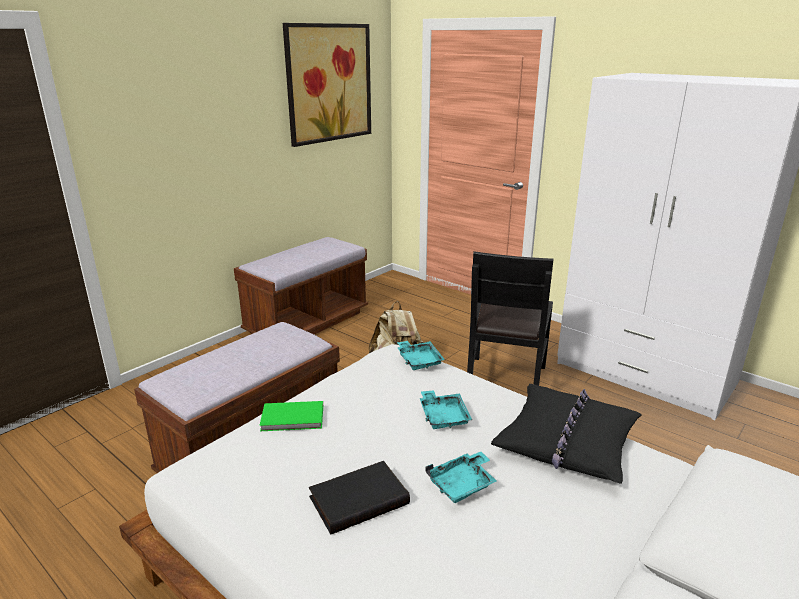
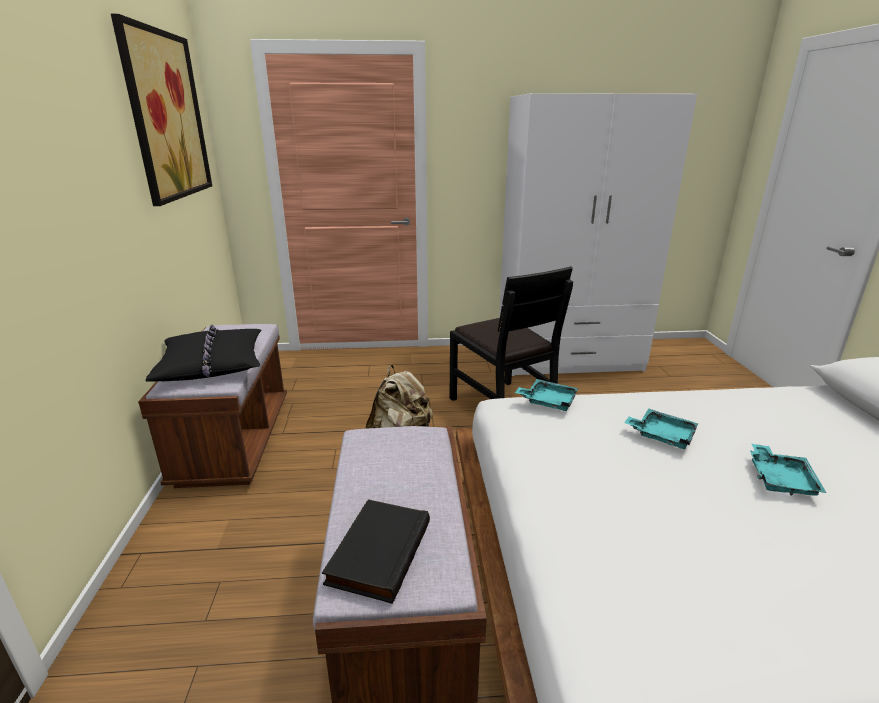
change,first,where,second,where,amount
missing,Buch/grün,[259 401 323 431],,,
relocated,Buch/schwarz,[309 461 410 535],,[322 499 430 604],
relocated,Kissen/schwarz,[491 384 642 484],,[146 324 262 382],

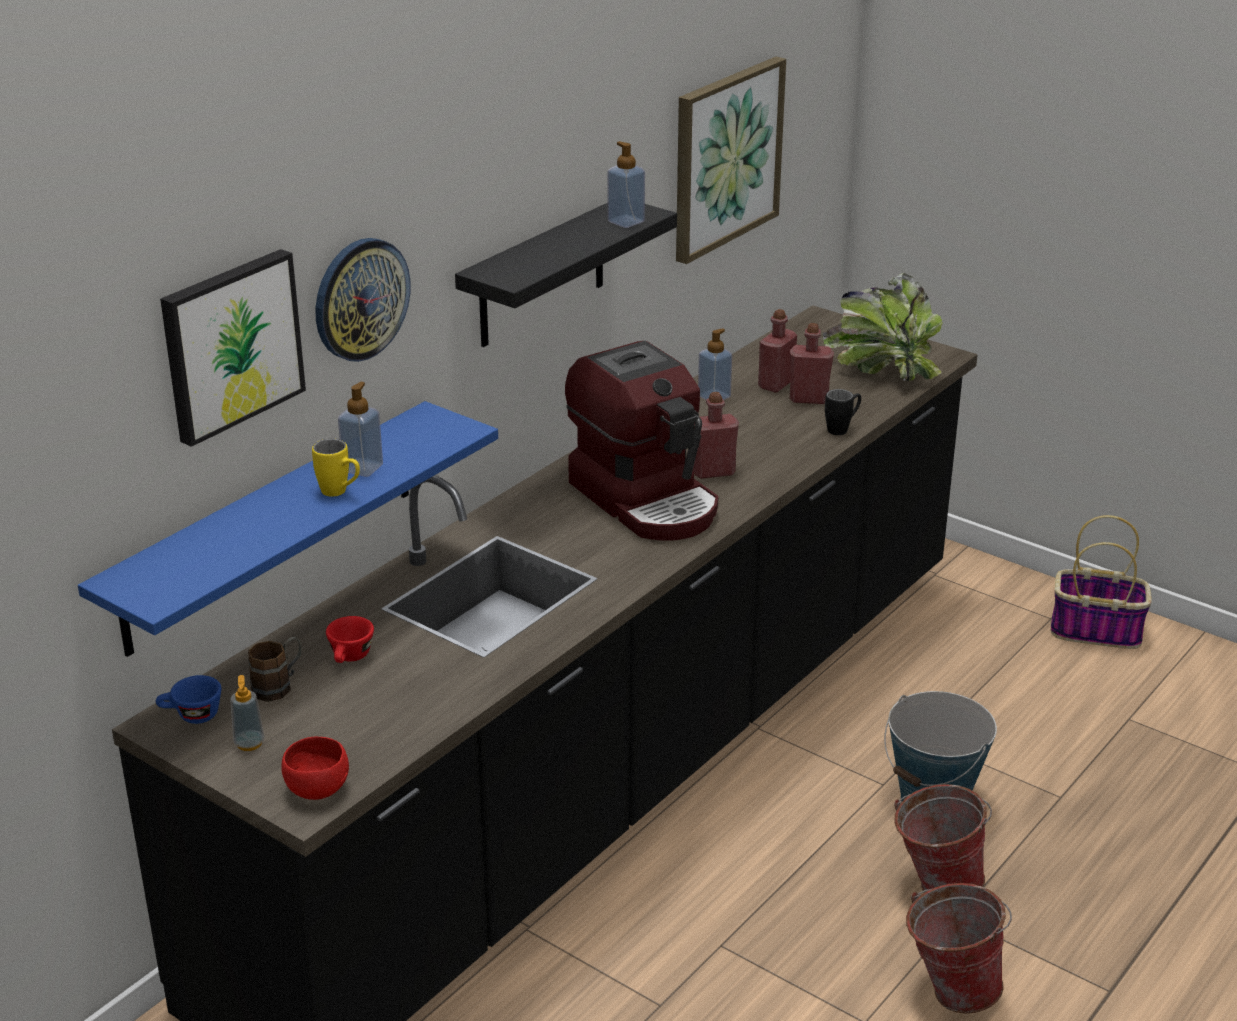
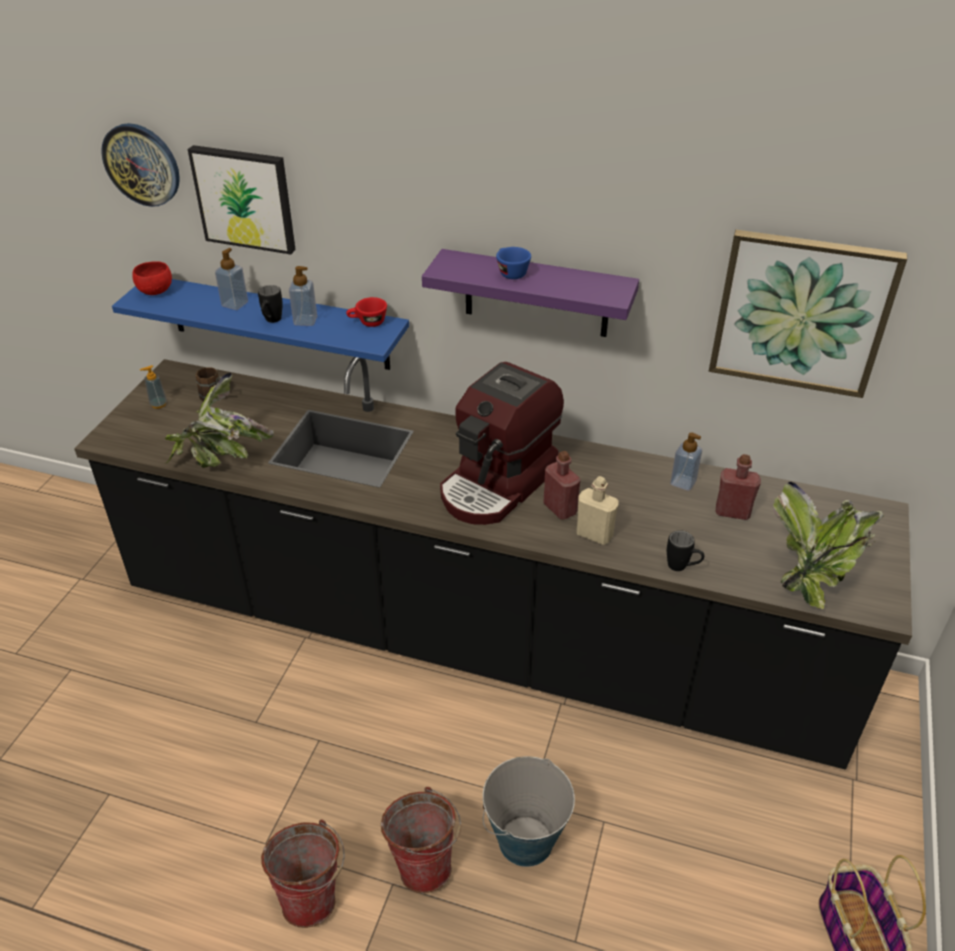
change,first,where,second,where,amount
missing,Flasche/rot,[790 323 834 404],,,
appeared,,,Topfpflanze,[165 373 274 468],
appeared,,,Flasche/beige,[576 476 619 545],
relocated,Tasse/blau,[156 675 221 724],,[496 247 531 279],
relocated,Schüssel/rot,[281 737 349 800],,[132 261 172 295],
relocated,Wanduhr,[316 238 411 362],,[101 123 180 207],
relocated,Tasse/rot,[326 616 374 663],,[346 297 387 327],
relocated,Seifenspender,[608 141 645 228],,[215 248 248 310],
colour,Henkelbecher/gelb,[312 439 360 497],Henkelbecher/schwarz,[258 285 283 323],
colour,Wandregal/schwarz,[455 203 677 347],Wandregal/lila,[422 249 639 337],

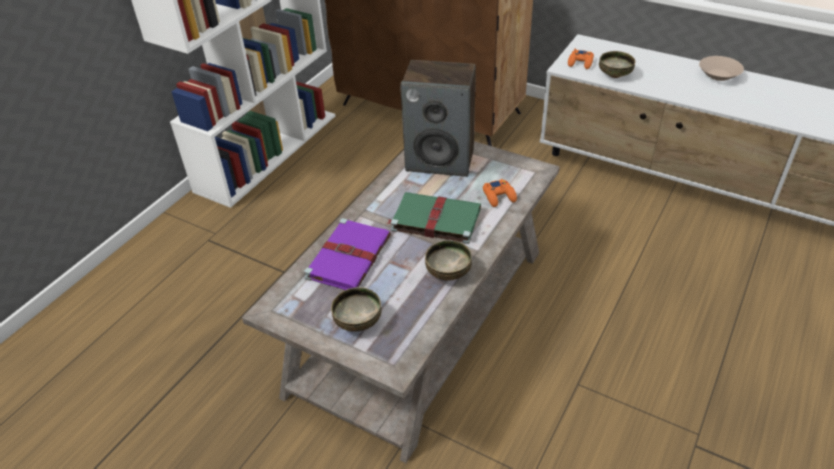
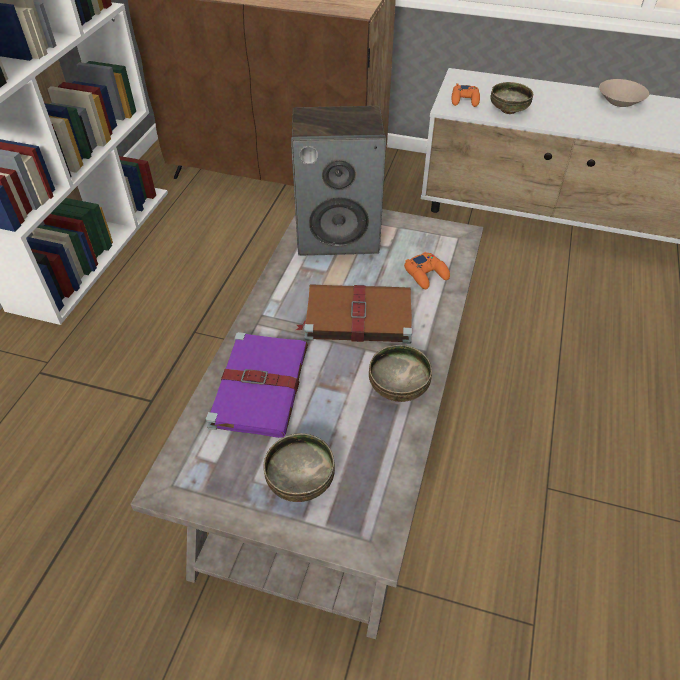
change,first,where,second,where,amount
colour,Buch/grün,[388 192 481 244],Buch/braun,[296 284 412 344],

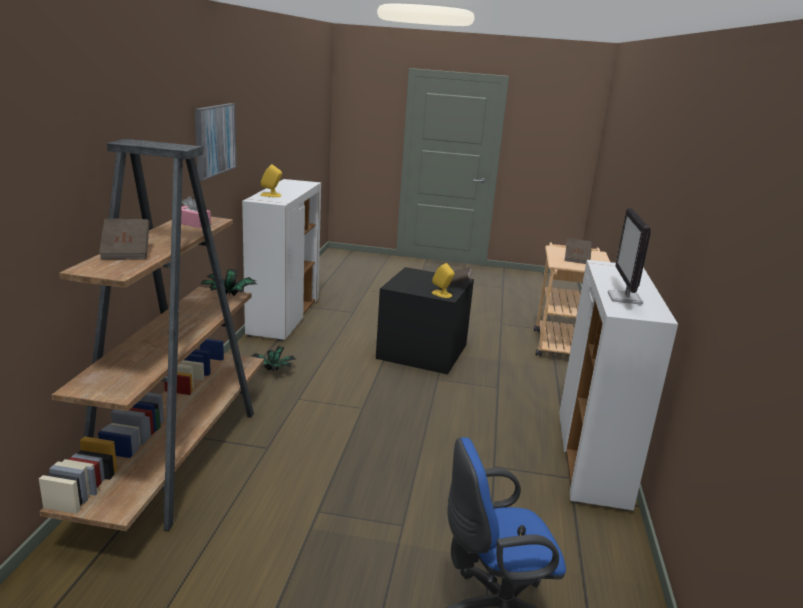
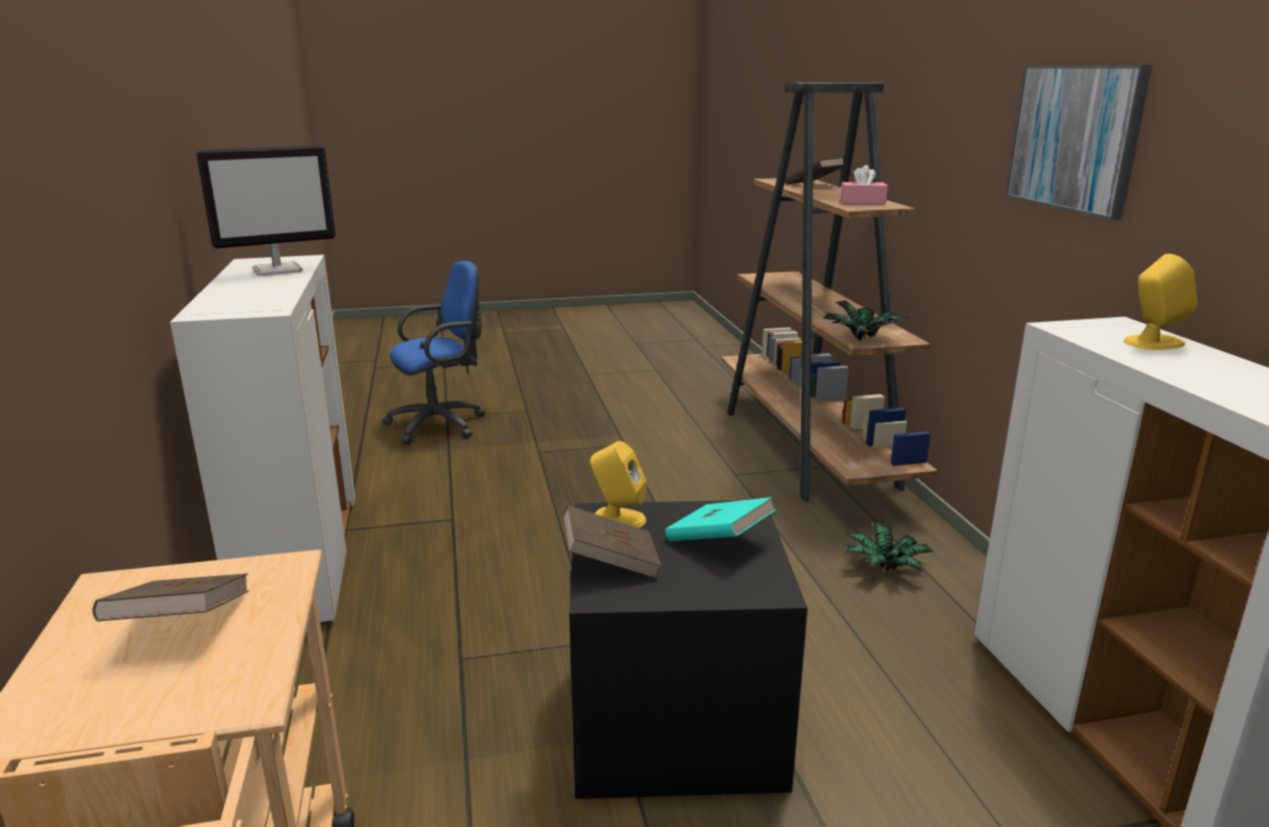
change,first,where,second,where,amount
appeared,,,Buch/türkis,[665 497 776 541],
spun,Monitor,[608 208 651 305],,[196 145 336 276],75 degrees clockwise

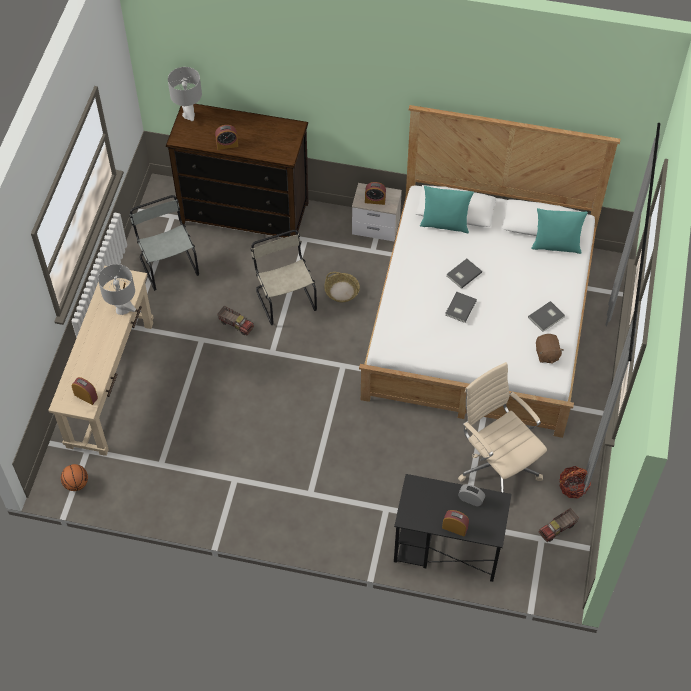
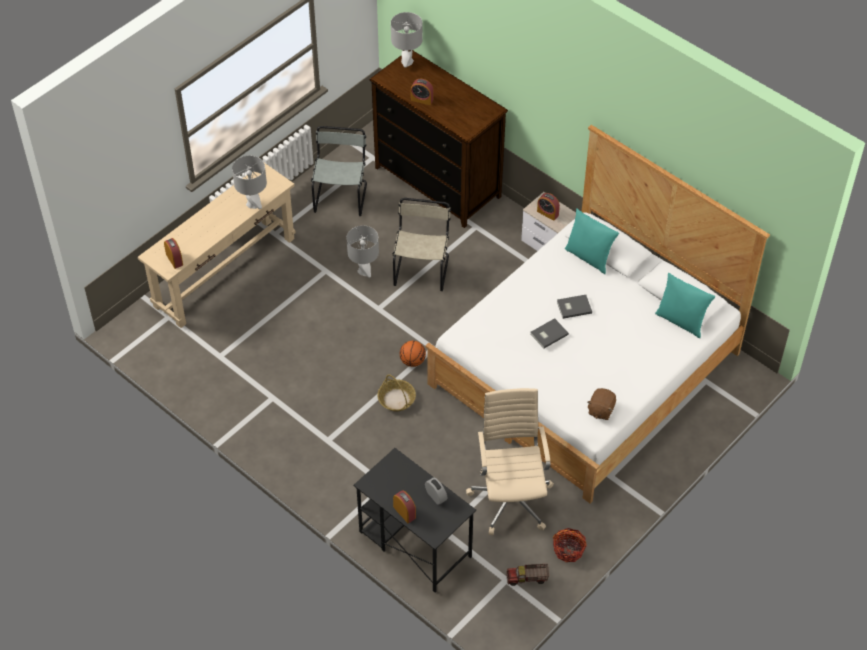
change,first,where,second,where,amount
missing,Buch/grau,[528 301 565 332],,,
relocated,Basketball,[61 464 88 491],,[400 341 426 367],
relocated,Korb,[324 272 360 302],,[377 374 416 411],
exchanged,Spielzeuglaster,[217 306 254 335],Tischlampe/grau,[347 226 379 278],

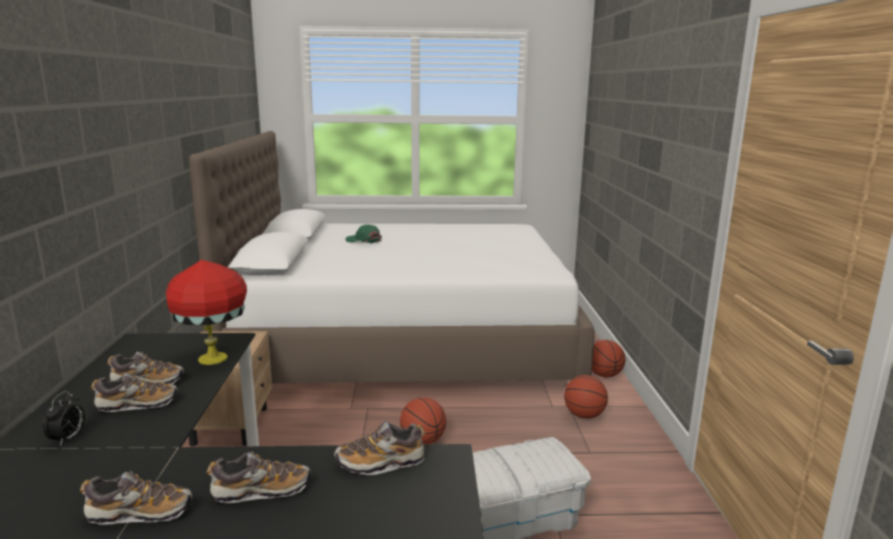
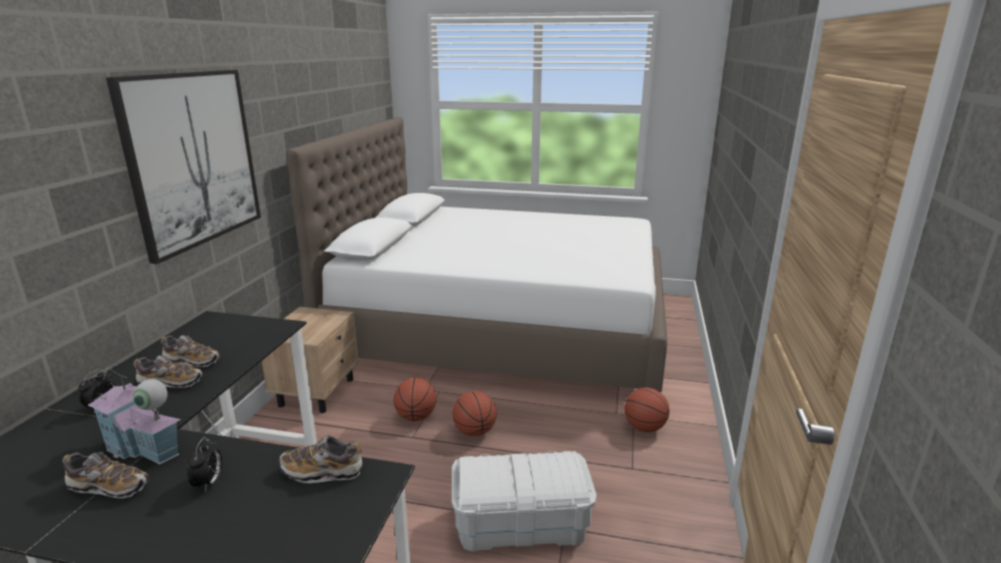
change,first,where,second,where,amount
missing,Tischlampe/rot,[166 260 247 365],,,
missing,Kappe/grün,[346 224 382 243],,,
appeared,,,Spielzeughaus,[87 365 181 464],
appeared,,,Bild,[106 70 261 264],
relocated,Basketball,[592 340 625 377],,[393 378 436 421],
exchanged,Schuh,[206 452 311 503],Wecker,[187 437 222 492],

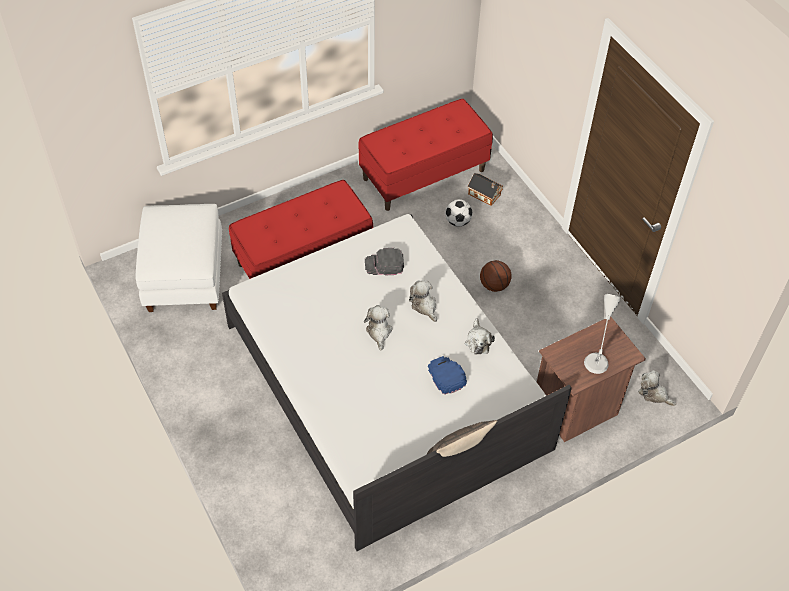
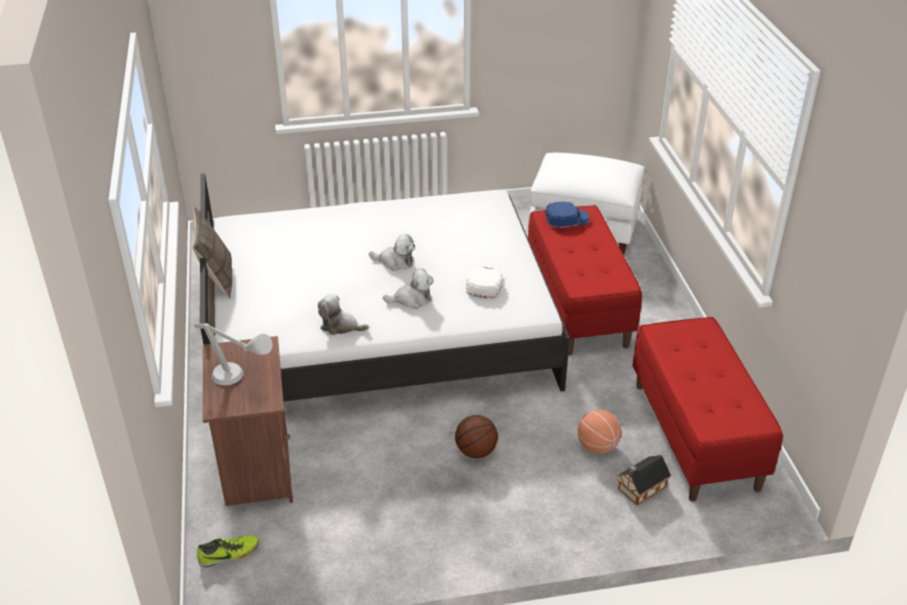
change,first,where,second,where,amount
relocated,Kappe/blau,[428 356 467 394],,[546 201 590 228],
exchanged,Fußball,[445 199 472 227],Basketball,[578 410 621 454],
exchanged,Plüschtier,[638 370 676 406],Schuh,[197 535 259 567],
colour,Kappe/schwarz,[365 248 404 276],Kappe/weiß,[466 267 503 298],

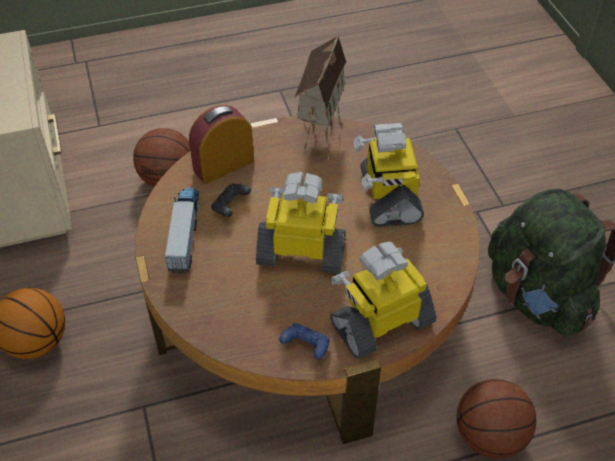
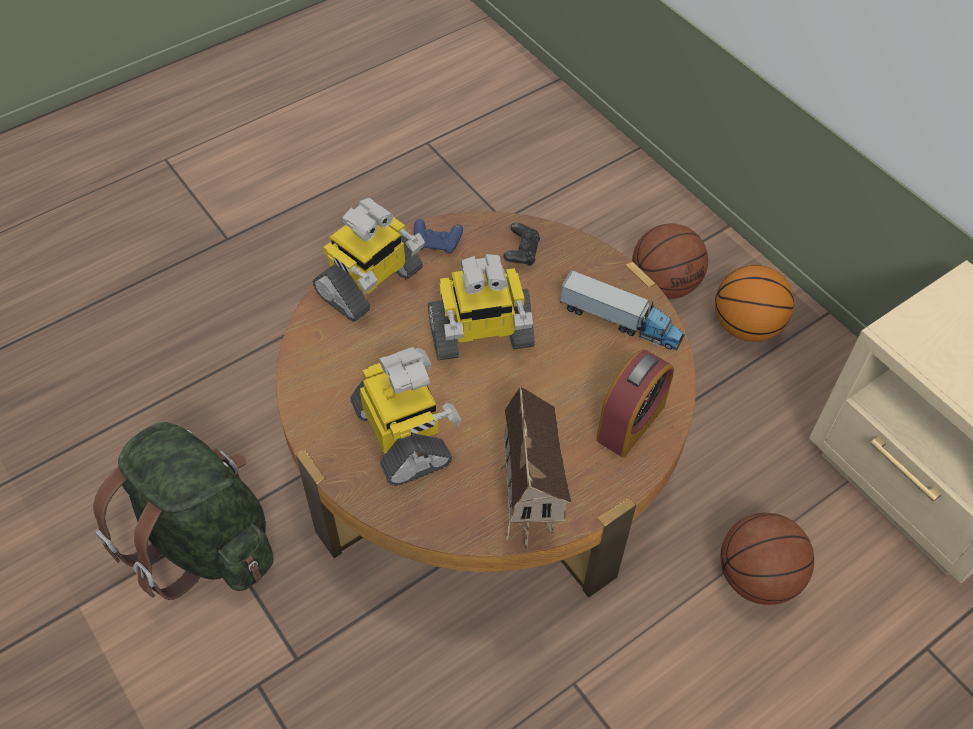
change,first,where,second,where,amount
relocated,Gamepad/schwarz,[211 183 251 217],,[503 223 540 266],
relocated,Basketball,[457 379 536 458],,[632 224 708 299],
spun,Spielzeuglaster,[165 188 200 273],,[560 270 685 350],45 degrees counterclockwise

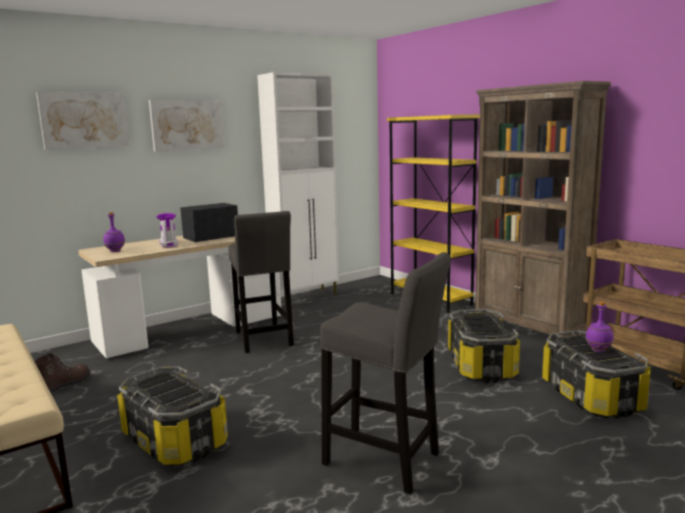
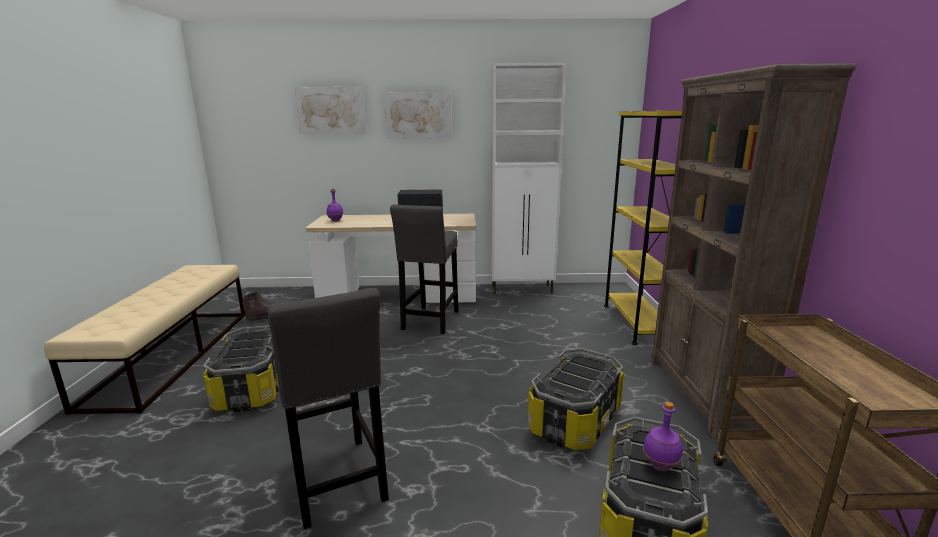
change,first,where,second,where,amount
missing,Stiefel,[156 213 178 248],,,

